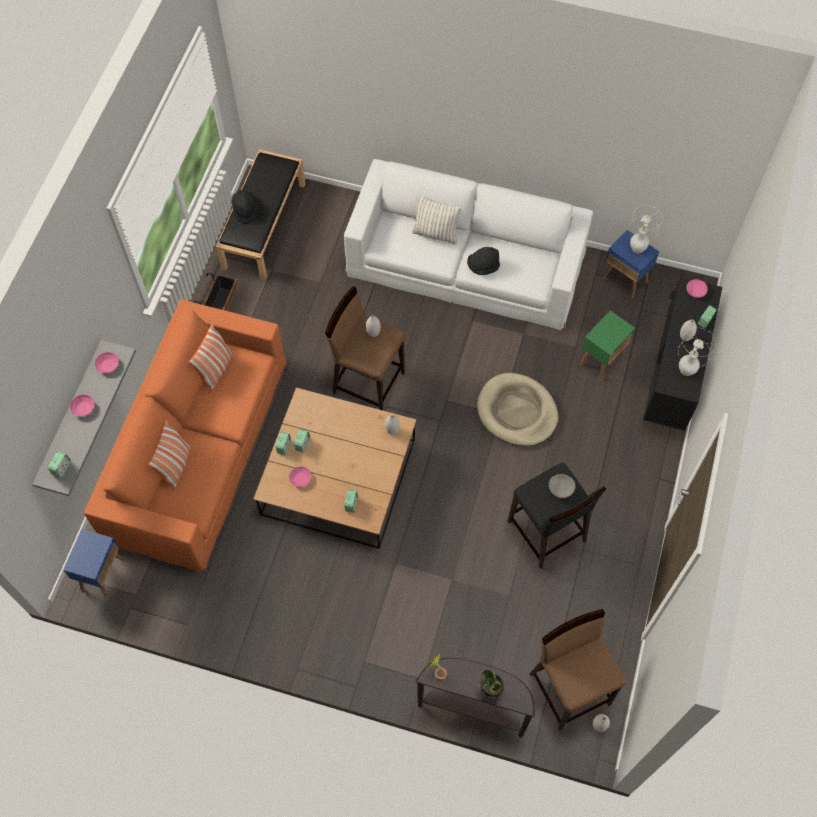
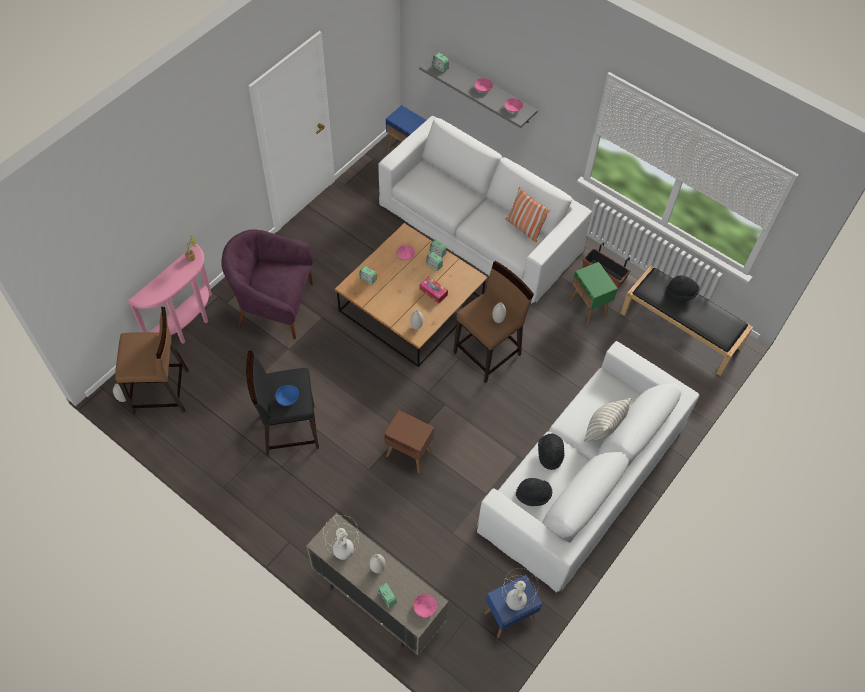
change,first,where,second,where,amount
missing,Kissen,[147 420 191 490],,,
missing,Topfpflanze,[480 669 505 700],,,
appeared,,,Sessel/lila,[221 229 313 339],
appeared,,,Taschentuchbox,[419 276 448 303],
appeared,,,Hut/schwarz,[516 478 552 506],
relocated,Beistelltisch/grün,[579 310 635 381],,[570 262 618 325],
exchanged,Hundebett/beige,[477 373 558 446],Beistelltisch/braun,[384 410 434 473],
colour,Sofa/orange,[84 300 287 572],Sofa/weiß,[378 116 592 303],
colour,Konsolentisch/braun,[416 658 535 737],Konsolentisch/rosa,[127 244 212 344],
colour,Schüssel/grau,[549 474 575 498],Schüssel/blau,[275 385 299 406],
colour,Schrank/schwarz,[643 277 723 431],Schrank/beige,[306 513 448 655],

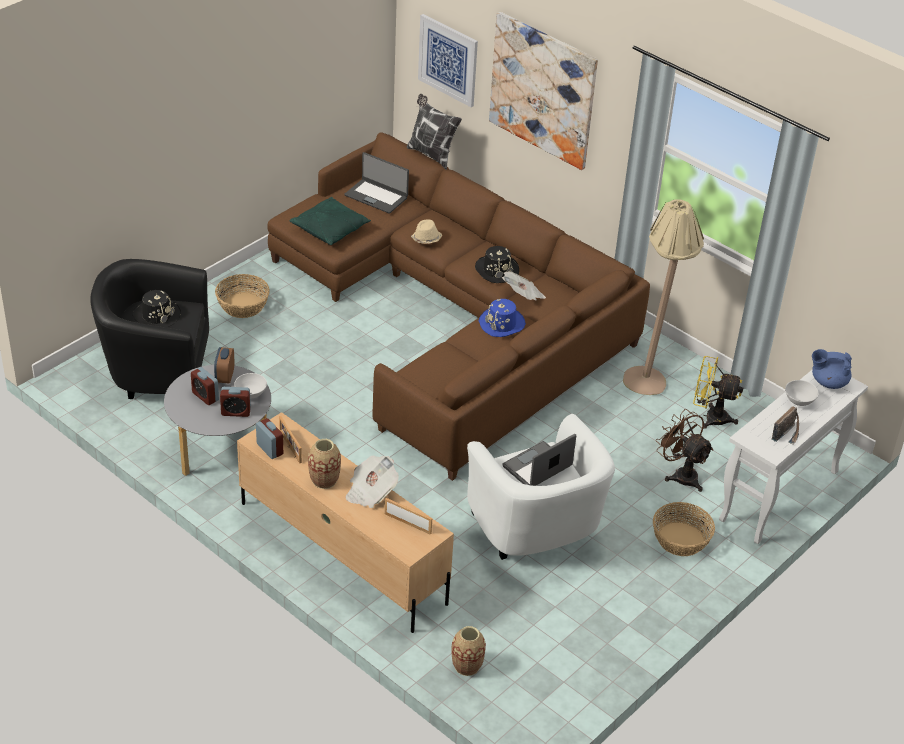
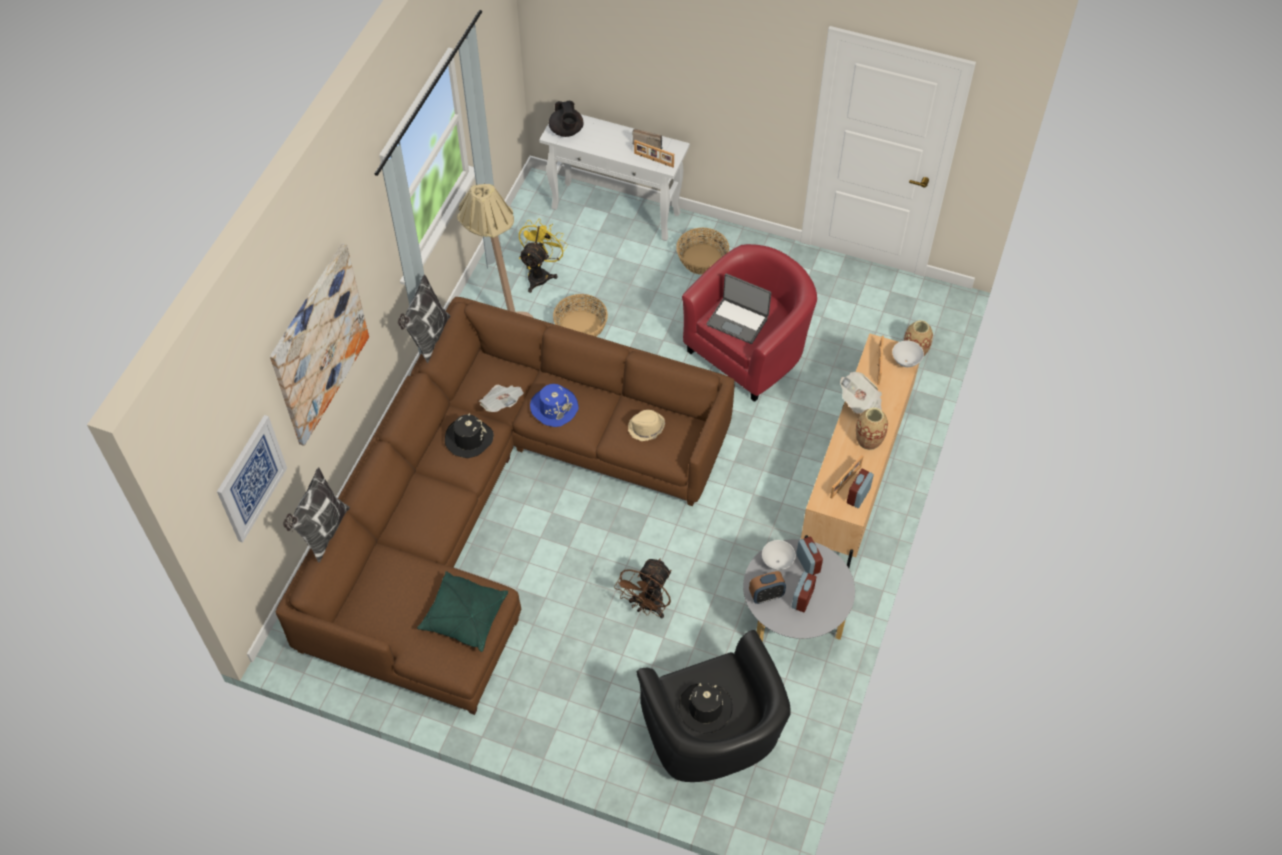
change,first,where,second,where,amount
missing,Laptop,[344 152 409 214],,,
appeared,,,Kissen,[398 274 450 363],
appeared,,,Bilderrahmen,[634 140 674 167],
relocated,Korb,[215 274 270 318],,[553 294 608 337],
relocated,Hut/beige,[411 220 442 244],,[628 410 665 441],
relocated,Ventilator/braun,[656 409 713 492],,[614 558 671 619],
relocated,Schüssel/weiß,[785 380 819 406],,[892 340 924 367],
colour,Sessel/weiß,[467 414 615 560],Sessel/rot,[682 244 817 402],
colour,Teekanne/blau,[812 349 852 389],Teekanne/schwarz,[549 101 583 137],
spun,Ventilator/gelb,[693 356 743 429],,[519 219 567 293],150 degrees counterclockwise

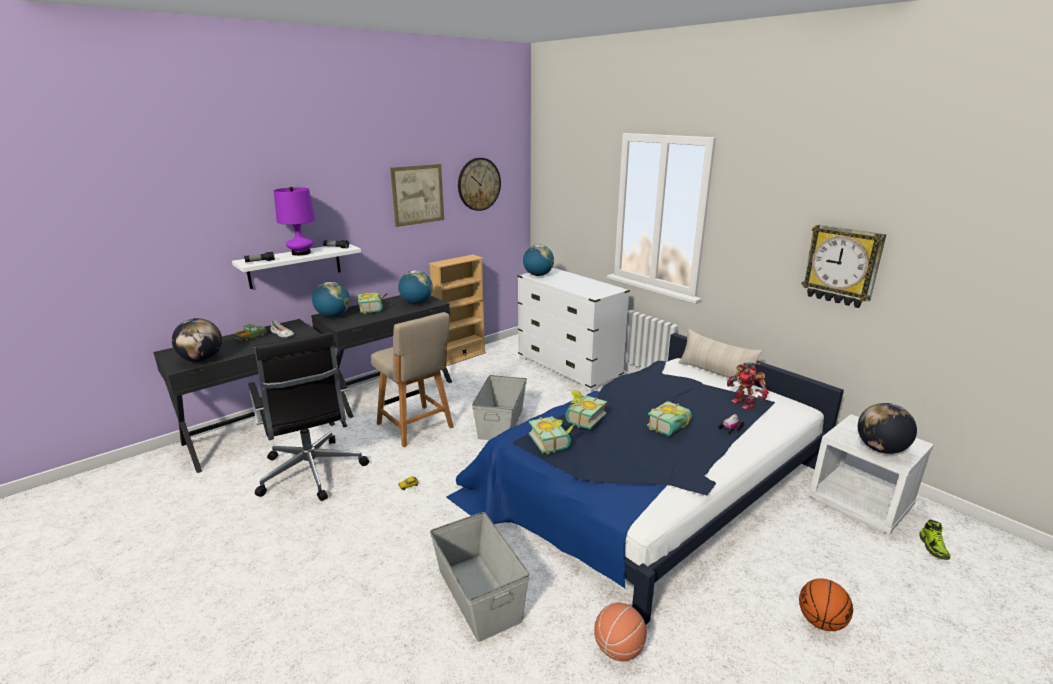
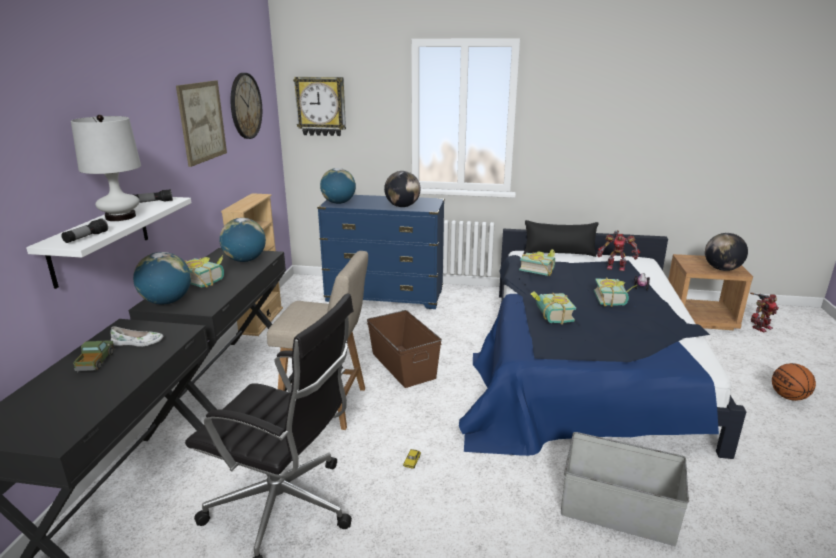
change,first,where,second,where,amount
missing,Basketball,[594 603 647 662],,,
relocated,Globus,[172 318 222 362],,[384 171 420 207],
relocated,Buch,[529 416 576 455],,[519 249 555 276],
relocated,Wanduhr,[801 224 886 308],,[293 77 346 136],
exchanged,Schuh,[919 519 950 560],Spielzeugroboter,[750 293 779 333],
colour,Tischlampe/lila,[274 187 315 256],Tischlampe/weiß,[71 115 141 221],
colour,Aufbewahrungsbox/grau,[472 375 527 440],Aufbewahrungsbox/braun,[367 310 442 388],
colour,Kommode/weiß,[518 267 630 392],Kommode/blau,[317 195 445 309],
colour,Kissen/beige,[679 329 762 382],Kissen/schwarz,[524 220 599 257],
colour,Nachttisch/weiß,[809 414 934 534],Nachttisch/braun,[668 254 753 330],

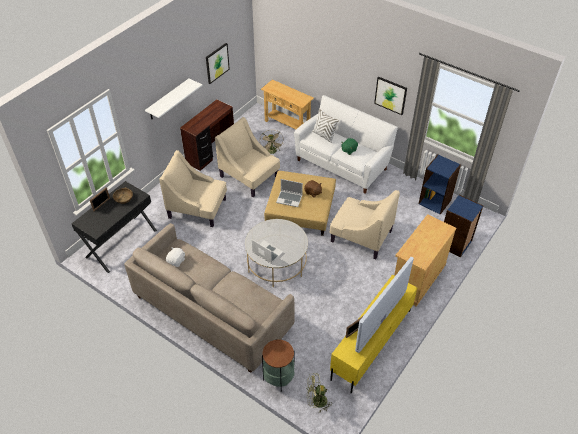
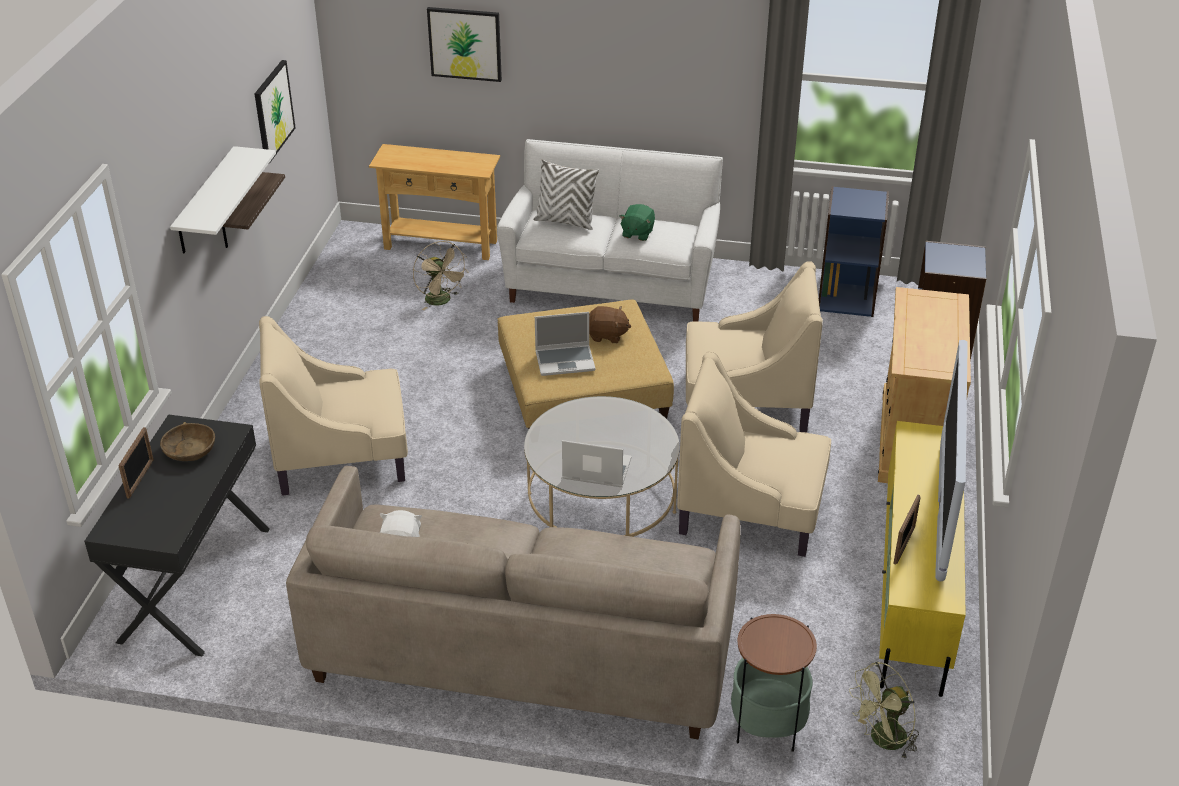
change,first,where,second,where,amount
missing,Schreibtisch/braun,[180 99 234 171],,,
appeared,,,Wandregal,[222 172 285 248],
relocated,Sessel/beige,[215 117 280 197],,[677 351 831 557],
relocated,Bild,[374 77 407 115],,[427 7 502 82],

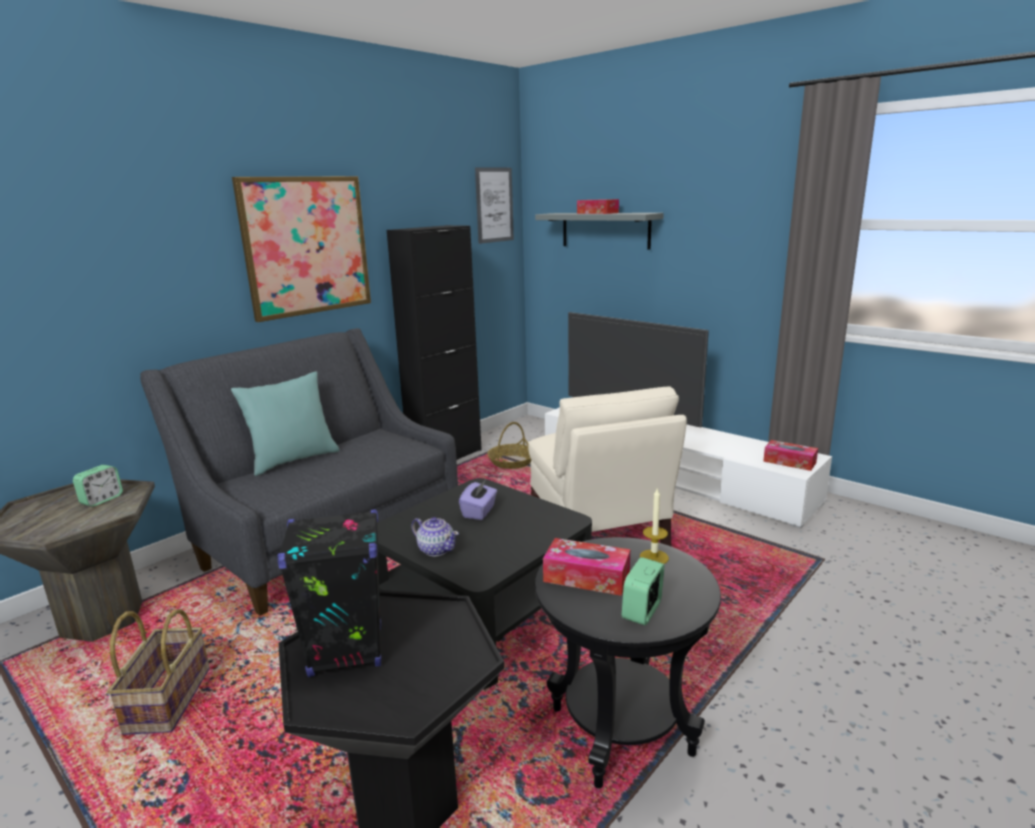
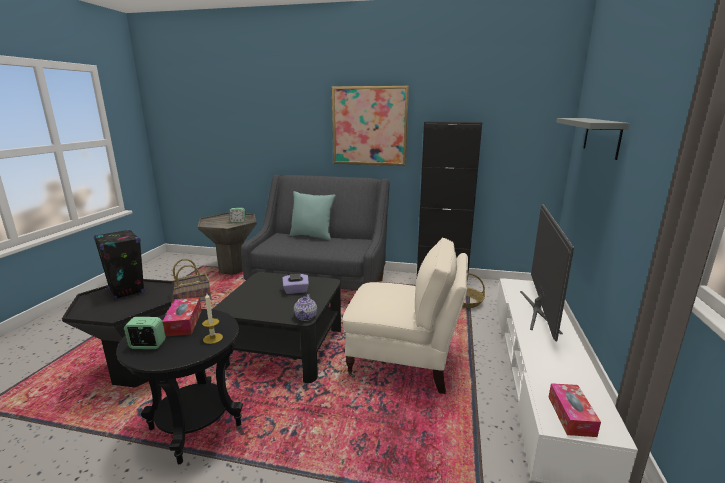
change,first,where,second,where,amount
missing,Bild,[475 167 514 244],,,
missing,Taschentuchbox,[577 199 619 214],,,
relocated,Teekanne,[411 517 459 556],,[294 294 317 321],
spun,Sessel/beige,[528 386 687 547],,[343 237 468 394],120 degrees counterclockwise

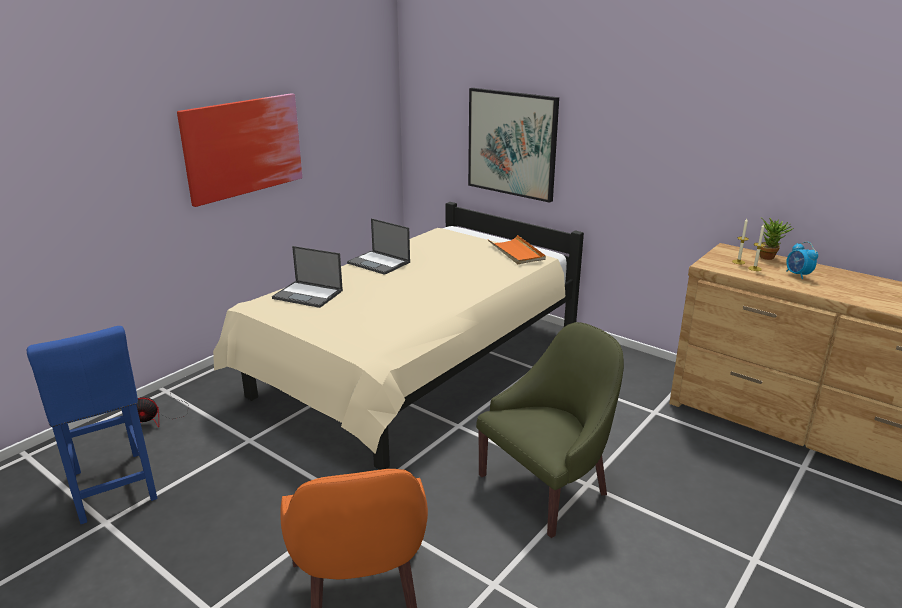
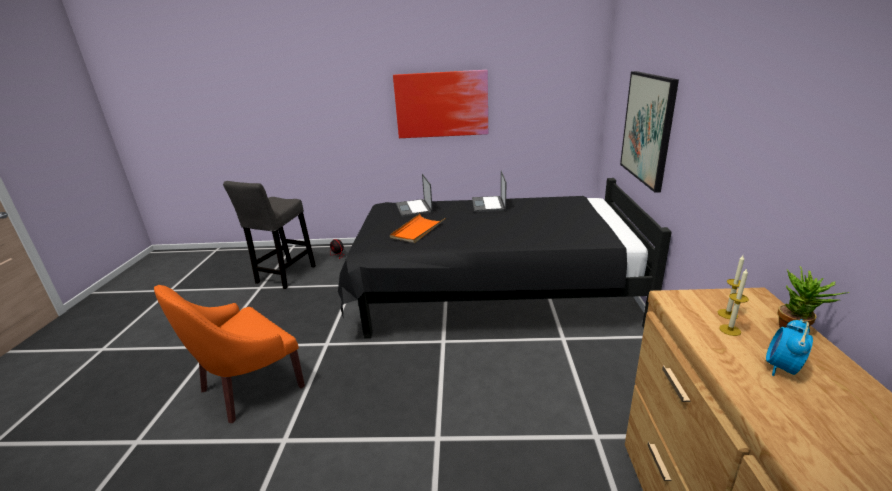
change,first,where,second,where,amount
missing,Sessel/grün,[476 322 624 538],,,
relocated,Tablett/orange,[488 235 546 264],,[390 214 445 243],
colour,Hocker/blau,[27 326 158 524],Hocker/grau,[223 181 316 289],
colour,Bett/beige,[213 202 584 470],Bett/schwarz,[338 178 672 338],

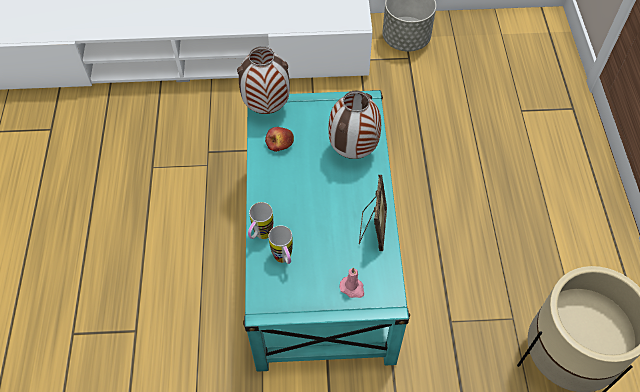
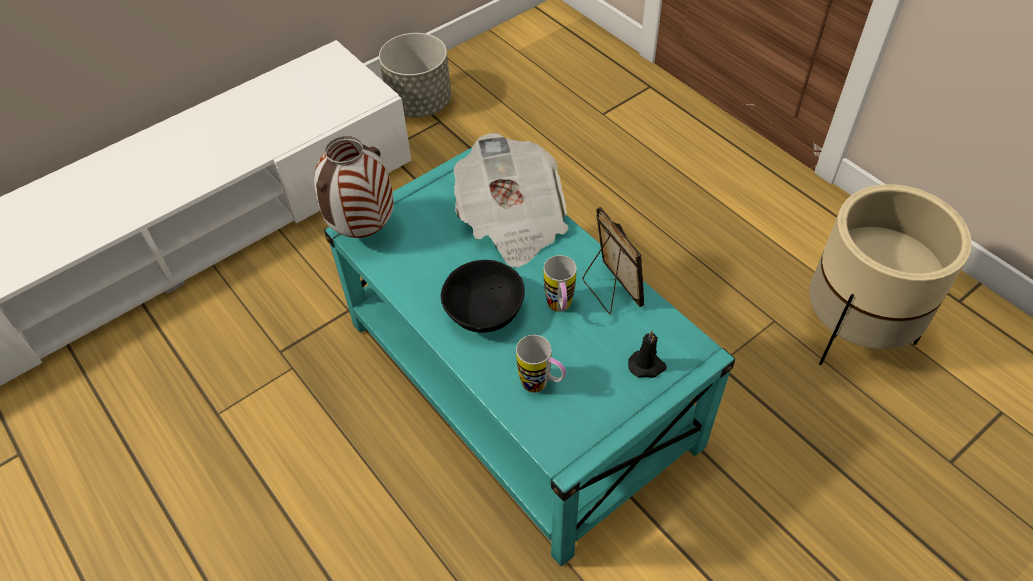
change,first,where,second,where,amount
missing,Apfel,[265 127 294 152],,,
appeared,,,Schüssel/schwarz,[441 260 525 333],
relocated,Henkelbecher,[248 202 273 239],,[544 255 577 312],
exchanged,Vase,[328 90 381 159],Zeitung,[453 133 568 268],
colour,Kerze/rosa,[340 267 364 298],Kerze/schwarz,[628 330 667 378],

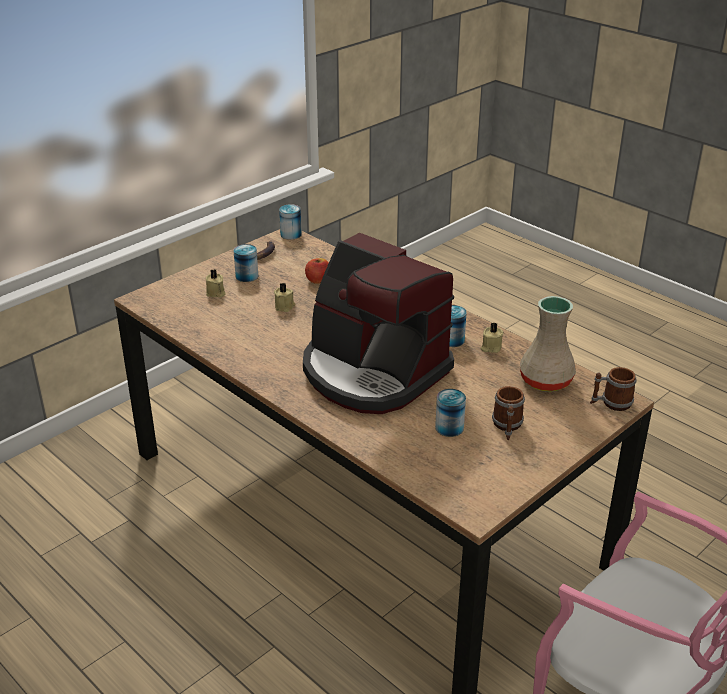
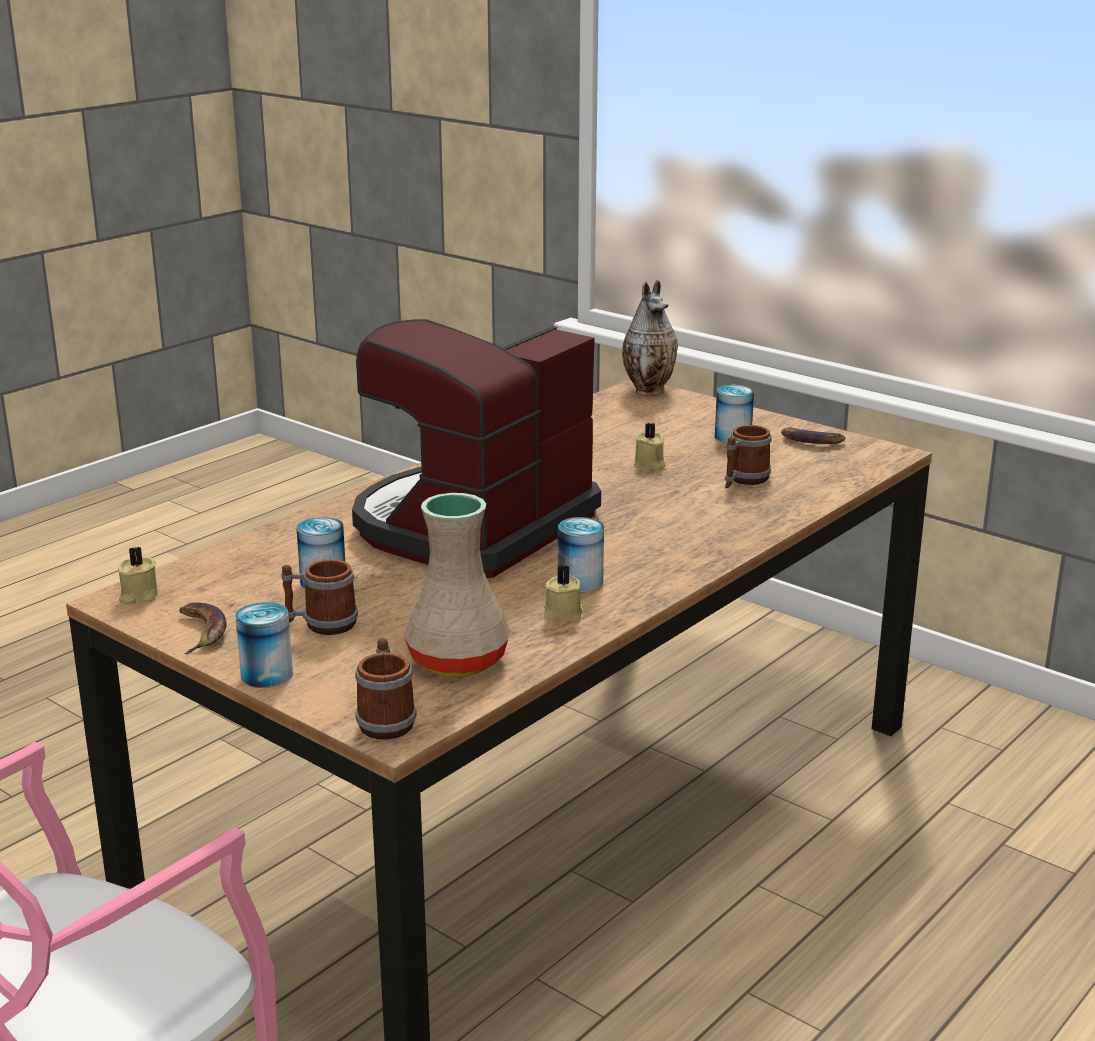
change,first,where,second,where,amount
appeared,,,Banane,[179 602 226 654],
appeared,,,Vase,[622 280 678 395],
relocated,Kerze/beige,[206 269 226 298],,[119 547 158 604],
relocated,Dose,[279 204 302 240],,[235 602 293 688],
exchanged,Apfel,[305 258 329 284],Henkelbecher,[725 425 771 488],

